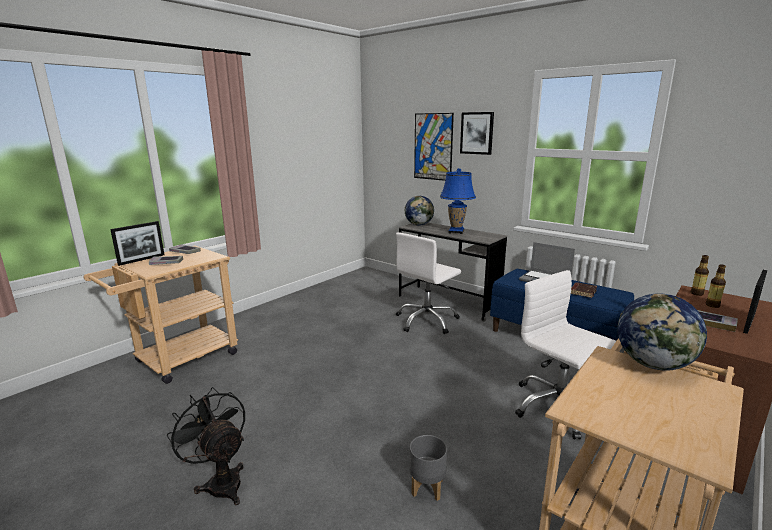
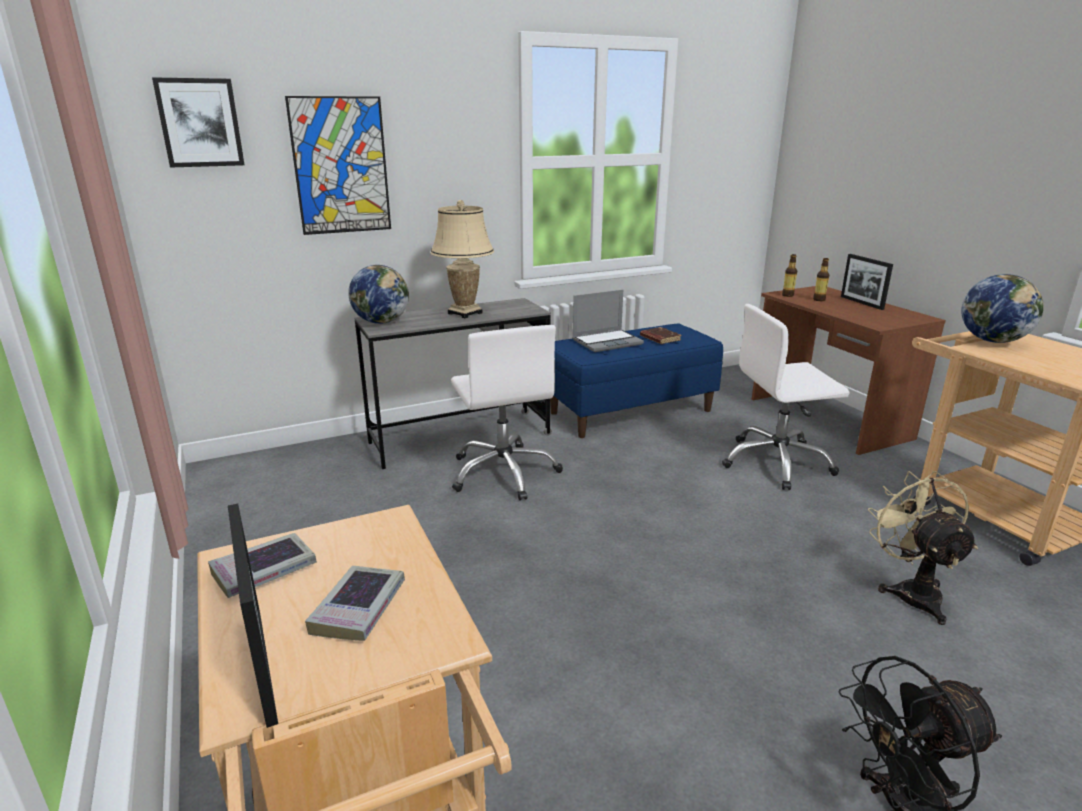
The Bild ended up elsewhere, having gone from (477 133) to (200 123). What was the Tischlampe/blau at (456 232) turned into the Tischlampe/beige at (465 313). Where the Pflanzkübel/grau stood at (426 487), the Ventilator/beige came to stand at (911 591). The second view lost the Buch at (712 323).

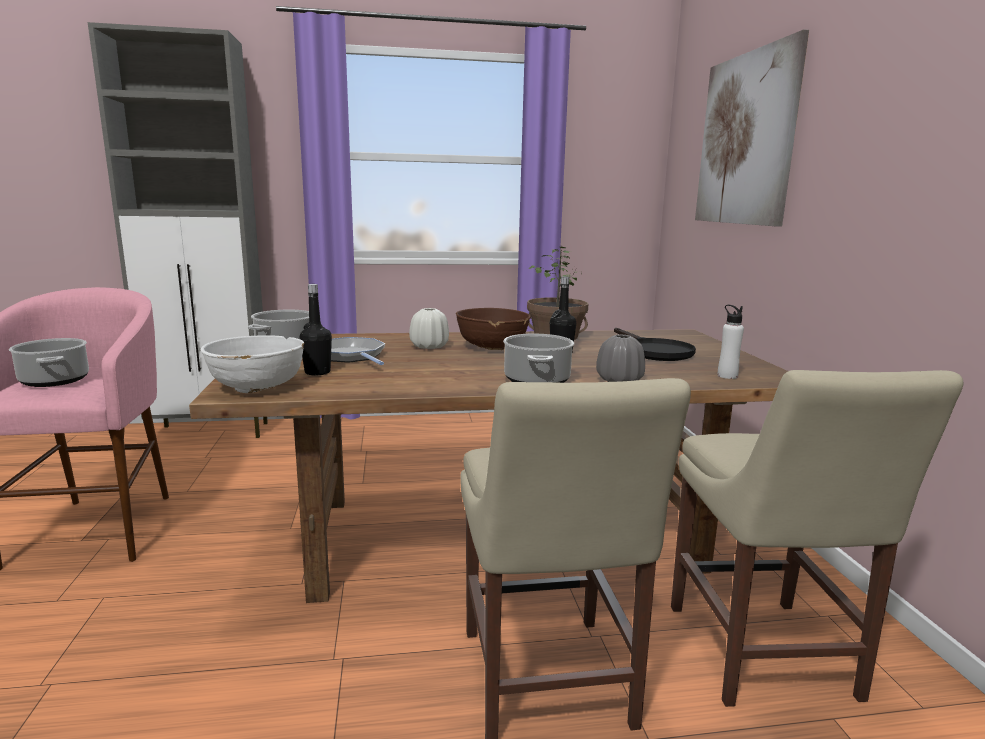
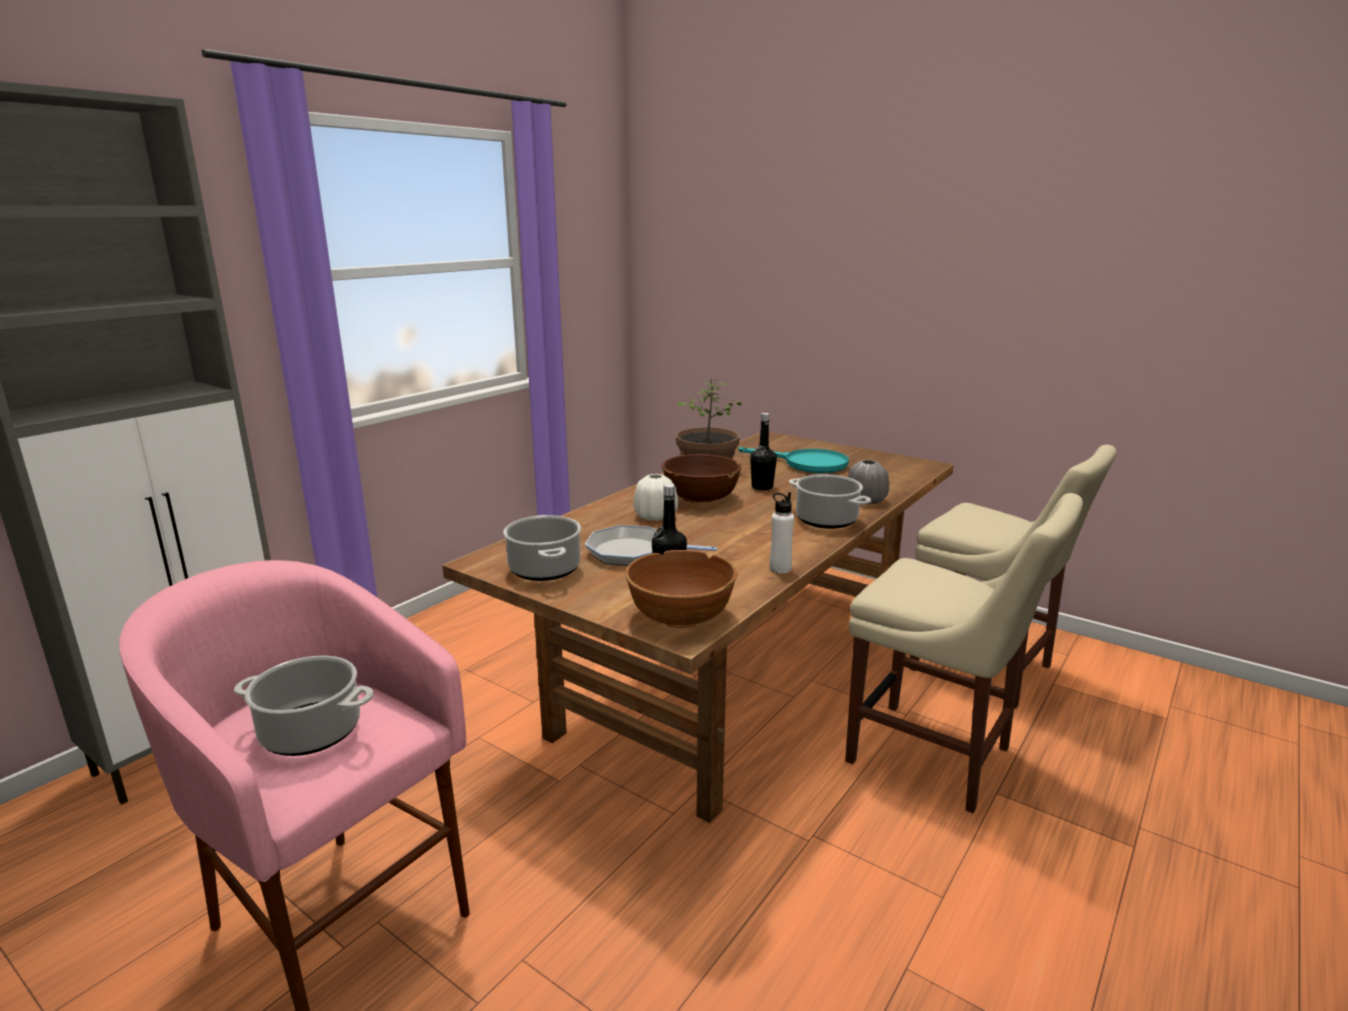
What was the Schüssel/weiß at (257 387) turned into the Schüssel/braun at (680 616). What was the Pfanne/schwarz at (653 351) turned into the Pfanne/türkis at (806 464). The Flasche/weiß ended up elsewhere, having gone from (727 376) to (780 568). The second view lost the Bild at (745 140).

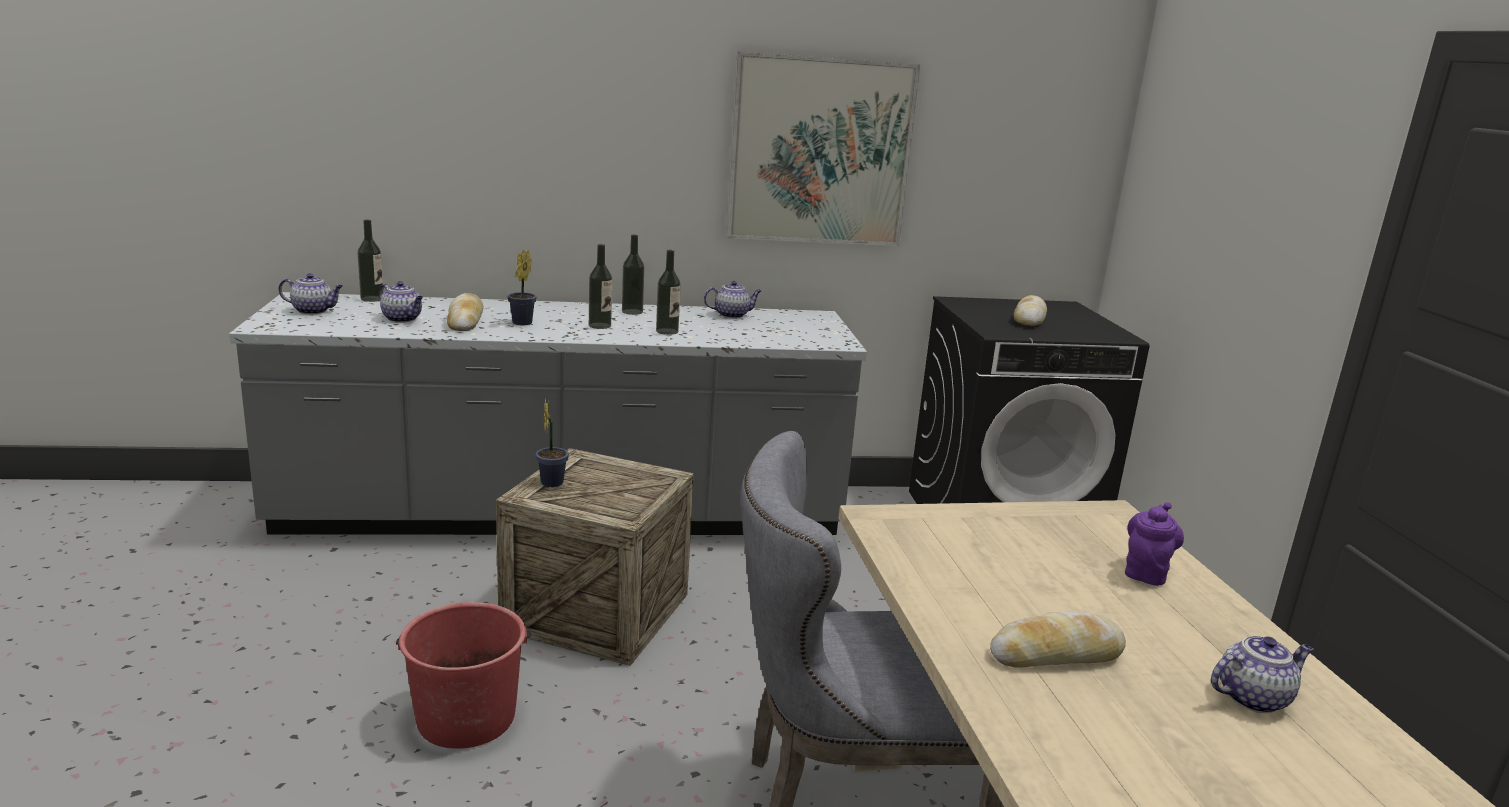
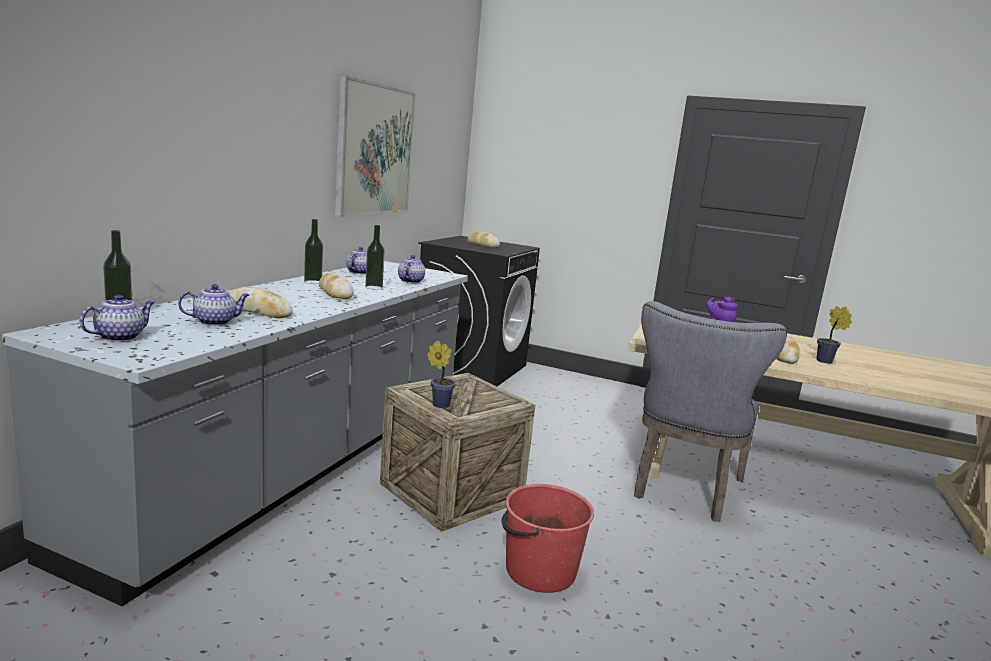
Where the Flasche stood at (599 326), the Brot came to stand at (335 293). The Teekanne ended up elsewhere, having gone from (1253 697) to (410 281). The Topfpflanze ended up elsewhere, having gone from (520 323) to (826 362).

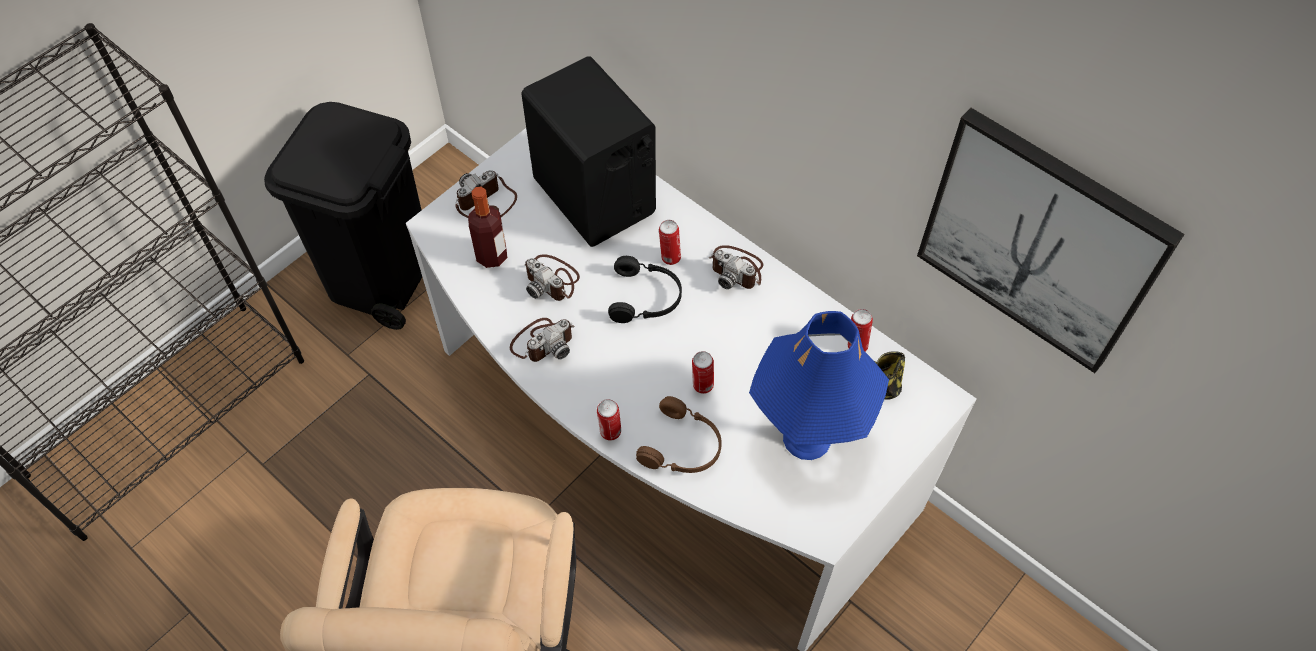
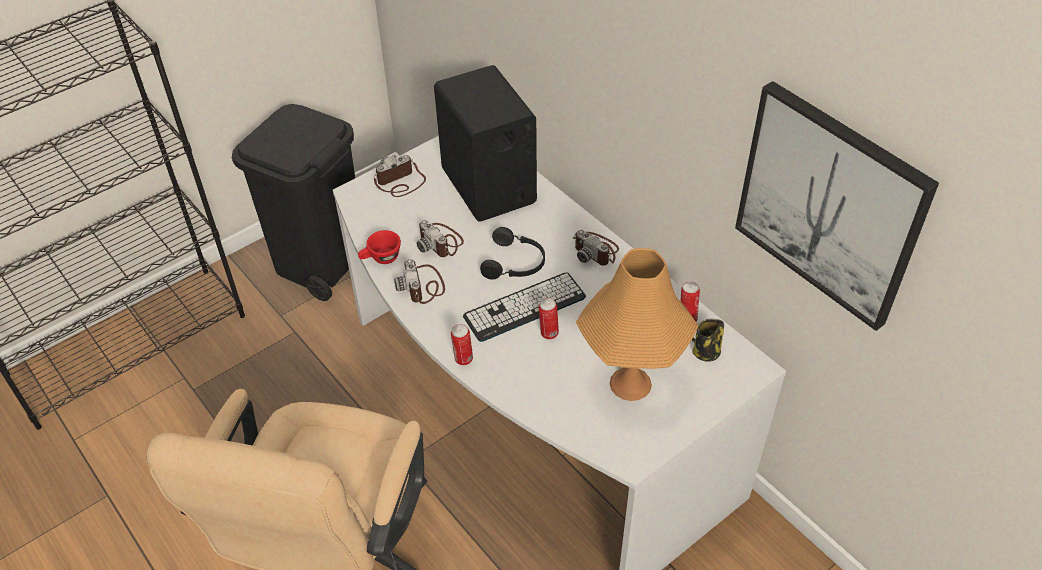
The second view gained the Tasse/rot at (381 259). The Kamera at (543 341) ended up facing another way, 105 degrees clockwise from before. The second view gained the Tastatur at (524 307). What was the Tischlampe/blau at (807 438) turned into the Tischlampe/orange at (630 383). The second view lost the Flasche at (492 256). The second view lost the Kopfhörer/braun at (683 447). The second view lost the Dose at (669 257).

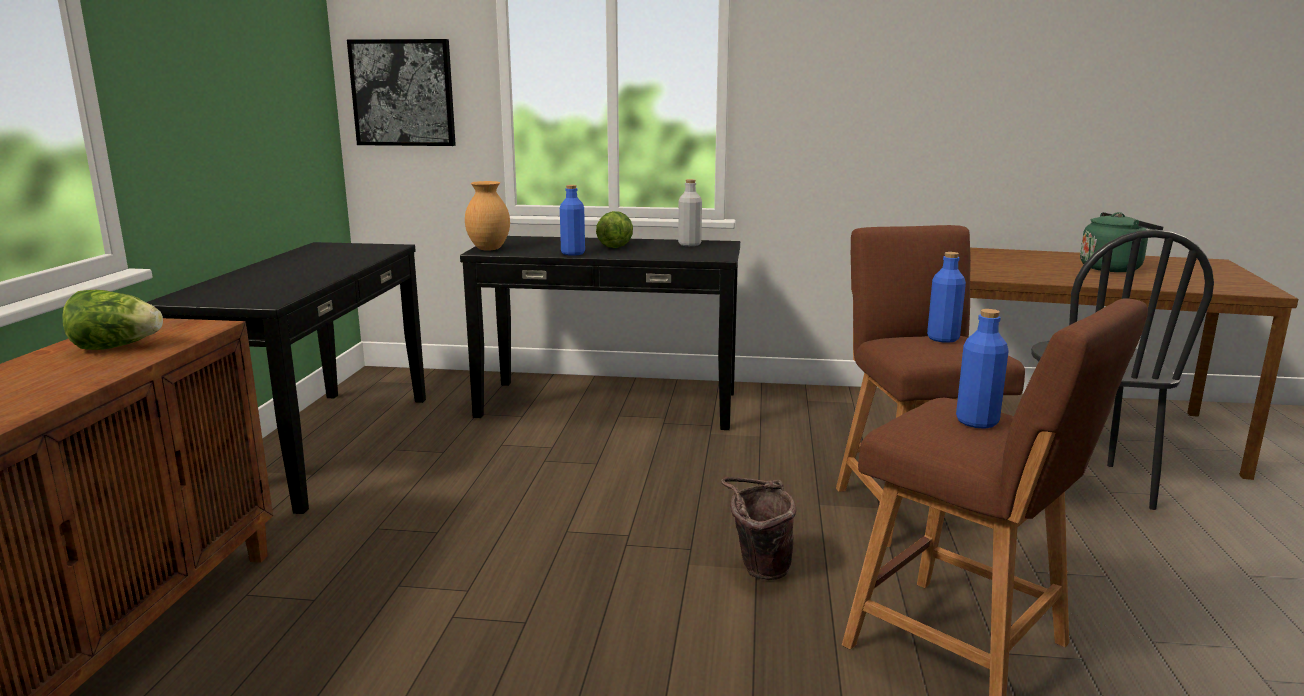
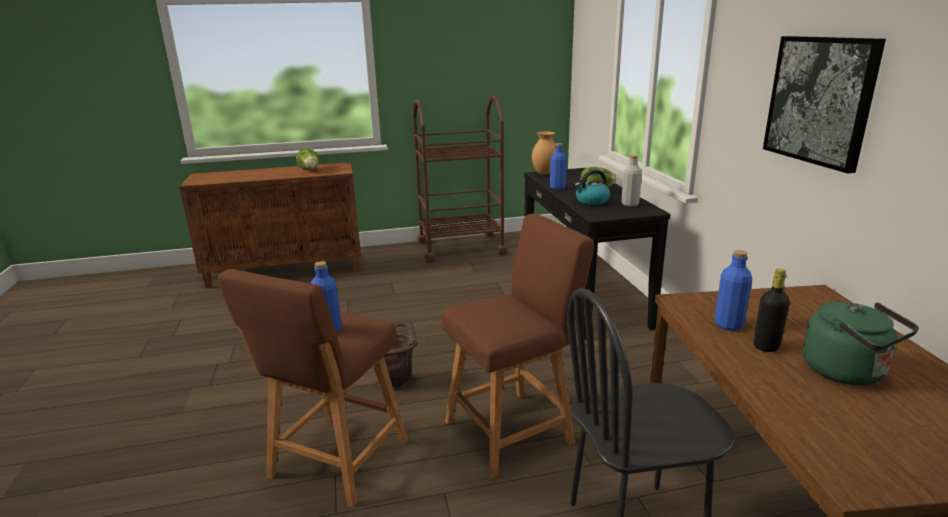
Where the Konsolentisch/schwarz stood at (317 445), the Rollwagen/braun came to stand at (461 248). The second view gained the Wasserkessel at (592 201). The Flasche/blau ended up elsewhere, having gone from (943 338) to (728 325). The second view gained the Flasche/schwarz at (766 347). The Bild ended up elsewhere, having gone from (403 93) to (820 100).

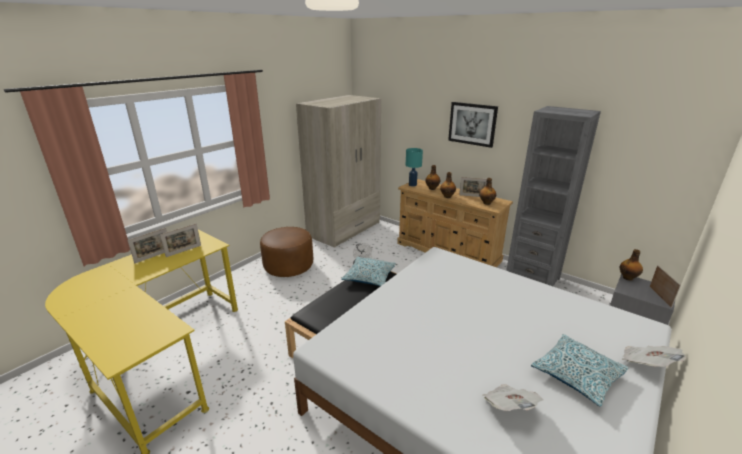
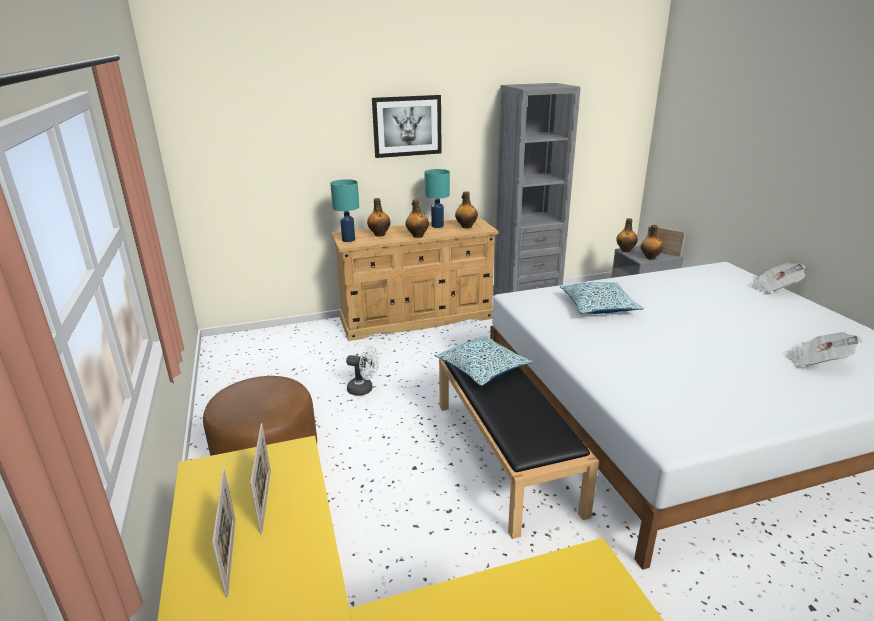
Where the Bilderrahmen stood at (472 196), the Tischlampe/türkis came to stand at (437 226). The Kissen ended up elsewhere, having gone from (577 375) to (598 306). The second view gained the Flasche at (650 257). The second view lost the Kleiderschrank/beige at (344 229).

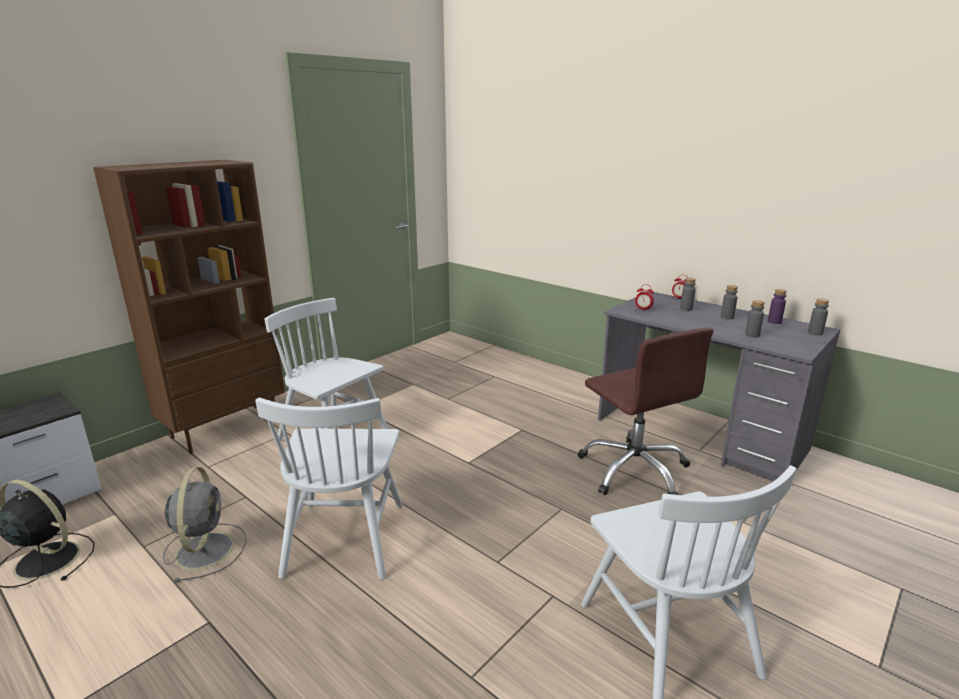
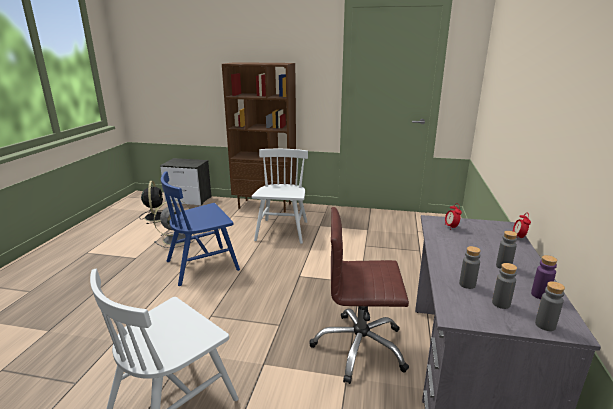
What was the Stuhl/weiß at (344 538) turned into the Stuhl/blau at (203 265). The Bürostuhl/braun at (634 470) ended up facing another way, 60 degrees clockwise from before. The Flasche/grau ended up elsewhere, having gone from (686 308) to (501 304).

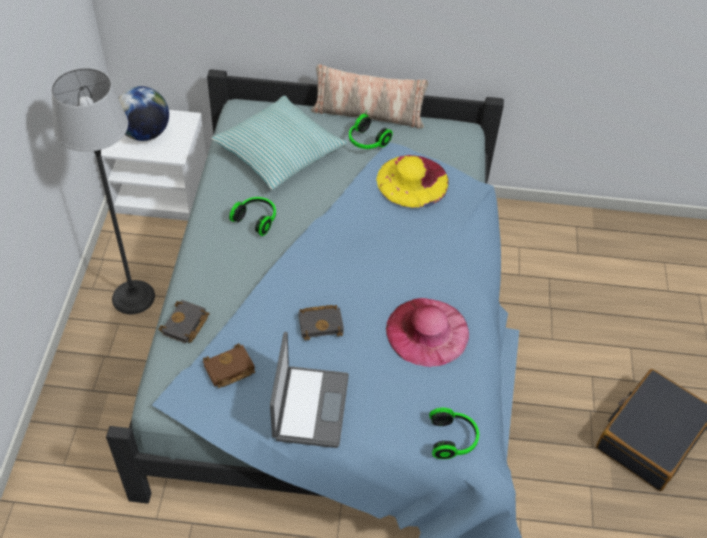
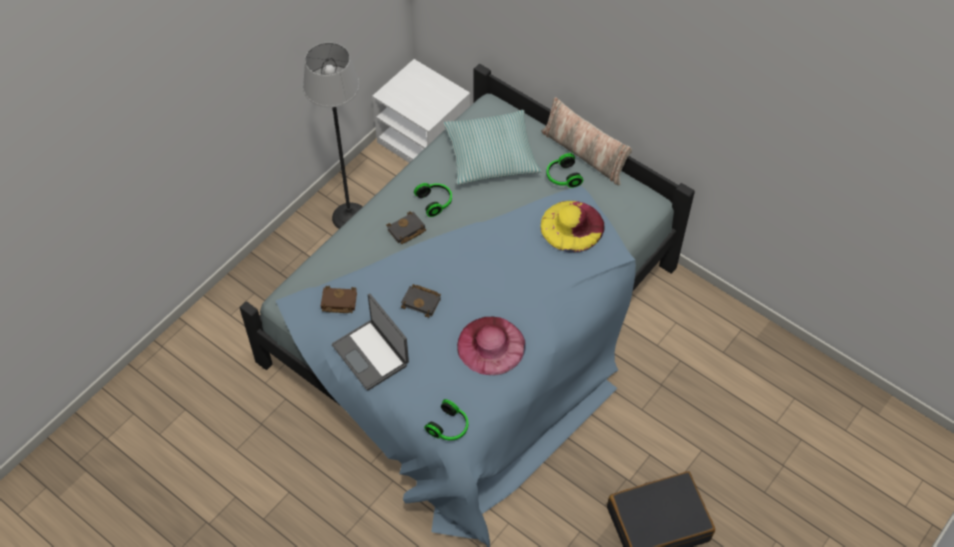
The Laptop at (309 407) ended up facing another way, 105 degrees clockwise from before. The Buch/schwarz ended up elsewhere, having gone from (185 325) to (406 231). The second view lost the Globus at (145 133).

